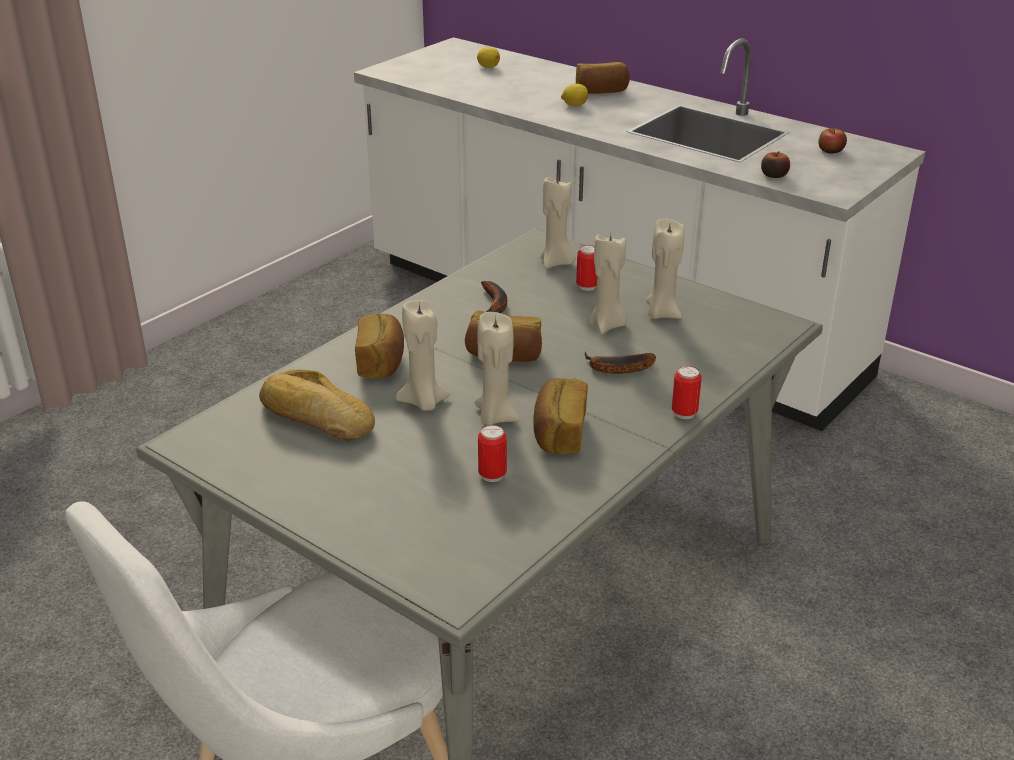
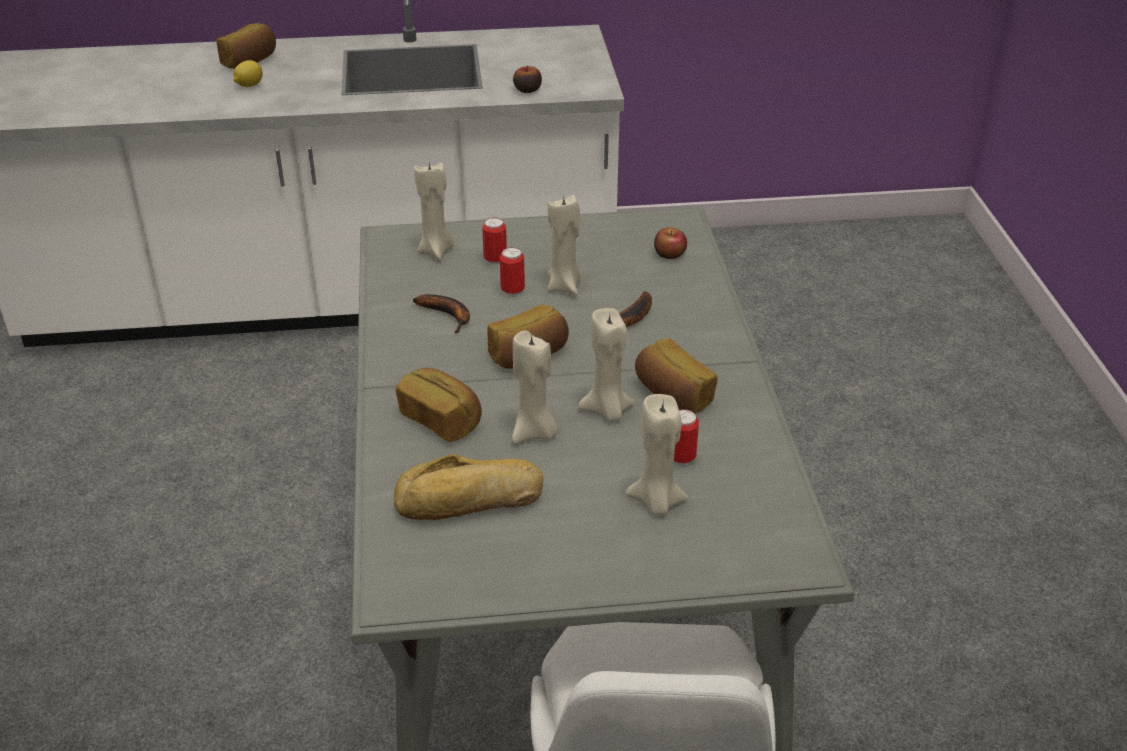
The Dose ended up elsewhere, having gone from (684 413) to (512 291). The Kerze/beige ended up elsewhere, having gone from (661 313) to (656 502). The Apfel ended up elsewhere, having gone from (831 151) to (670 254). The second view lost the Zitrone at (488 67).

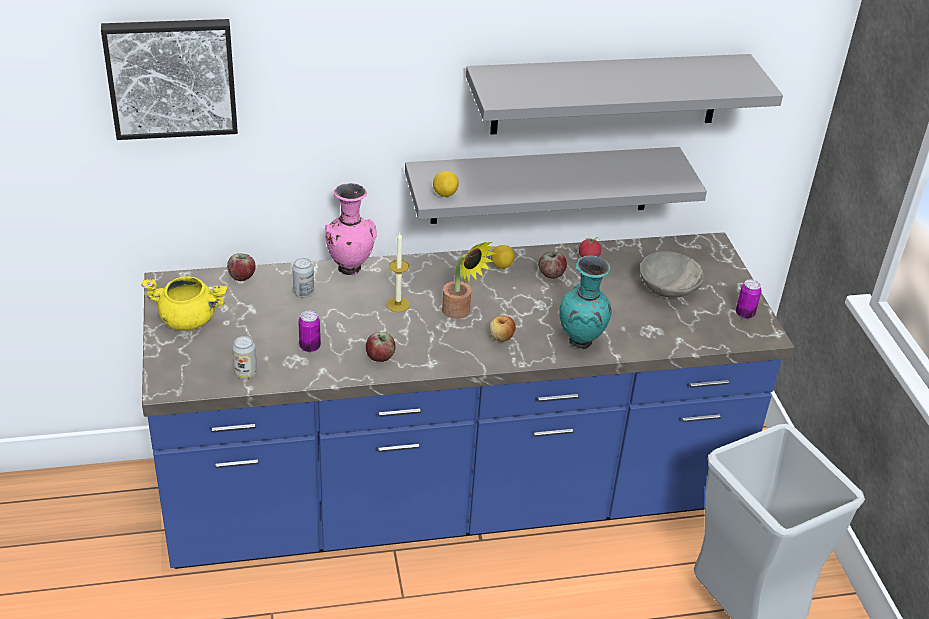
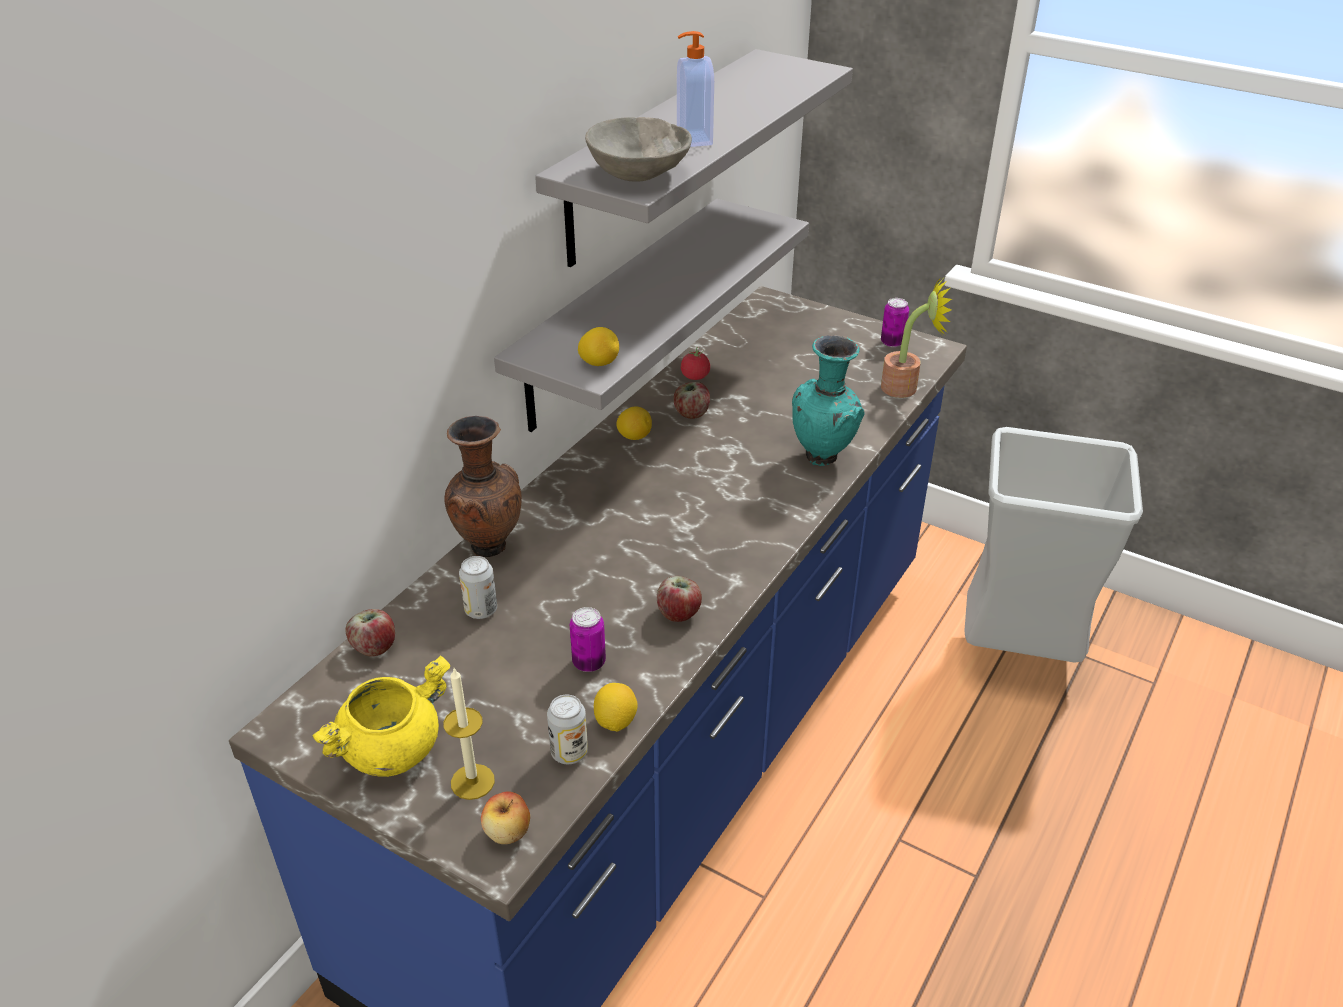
What was the Vase/rosa at (350 268) turned into the Vase/braun at (488 545). The Kerze ended up elsewhere, having gone from (398 304) to (472 781). The Apfel ended up elsewhere, having gone from (501 338) to (508 832). The Schüssel/grau ended up elsewhere, having gone from (668 289) to (637 173). The second view gained the Zitrone at (615 721). The second view gained the Seifenspender at (693 139). The Topfpflanze ended up elsewhere, having gone from (460 313) to (906 388). The second view lost the Bild at (171 77).

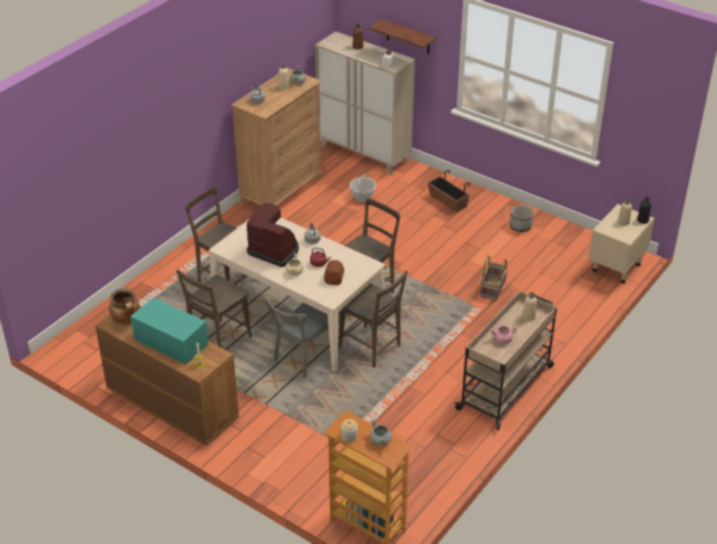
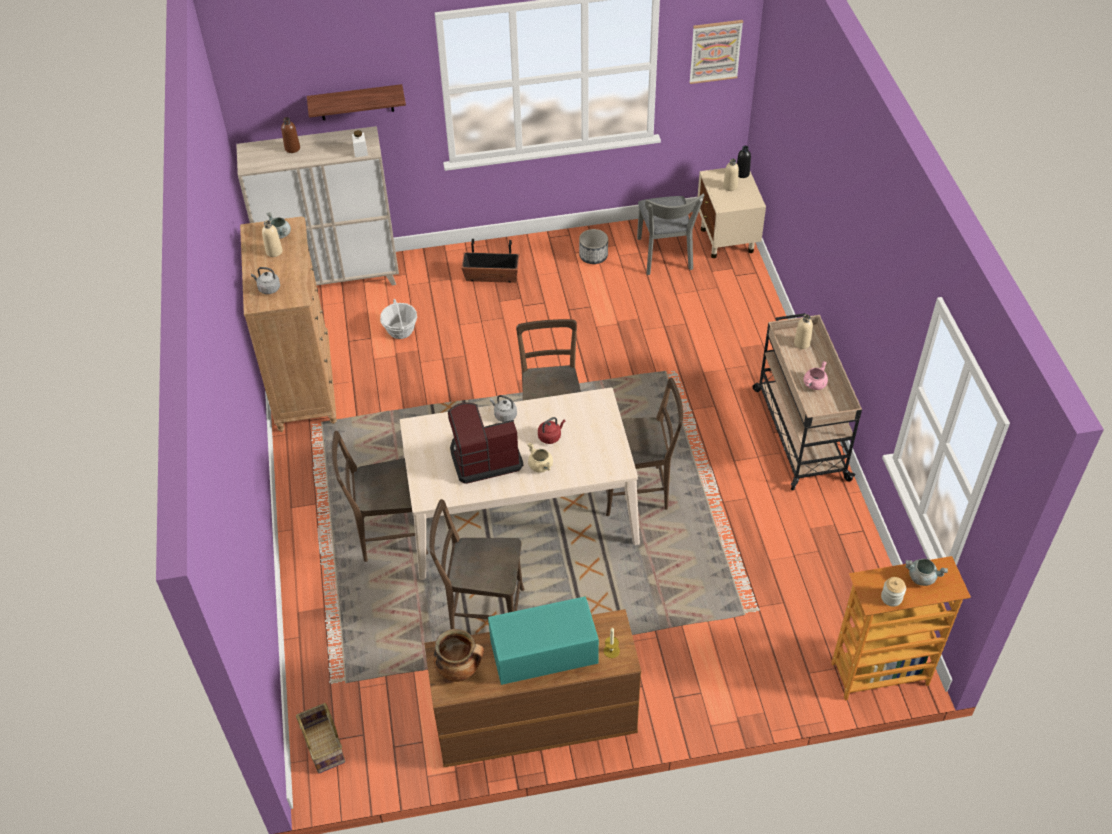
The Korb ended up elsewhere, having gone from (493 289) to (324 746). The Stuhl/braun at (218 342) ended up facing another way, 105 degrees clockwise from before. The Stuhl/grau ended up elsewhere, having gone from (301 358) to (665 257). The second view gained the Bild at (715 51). The second view lost the Brot at (334 278).

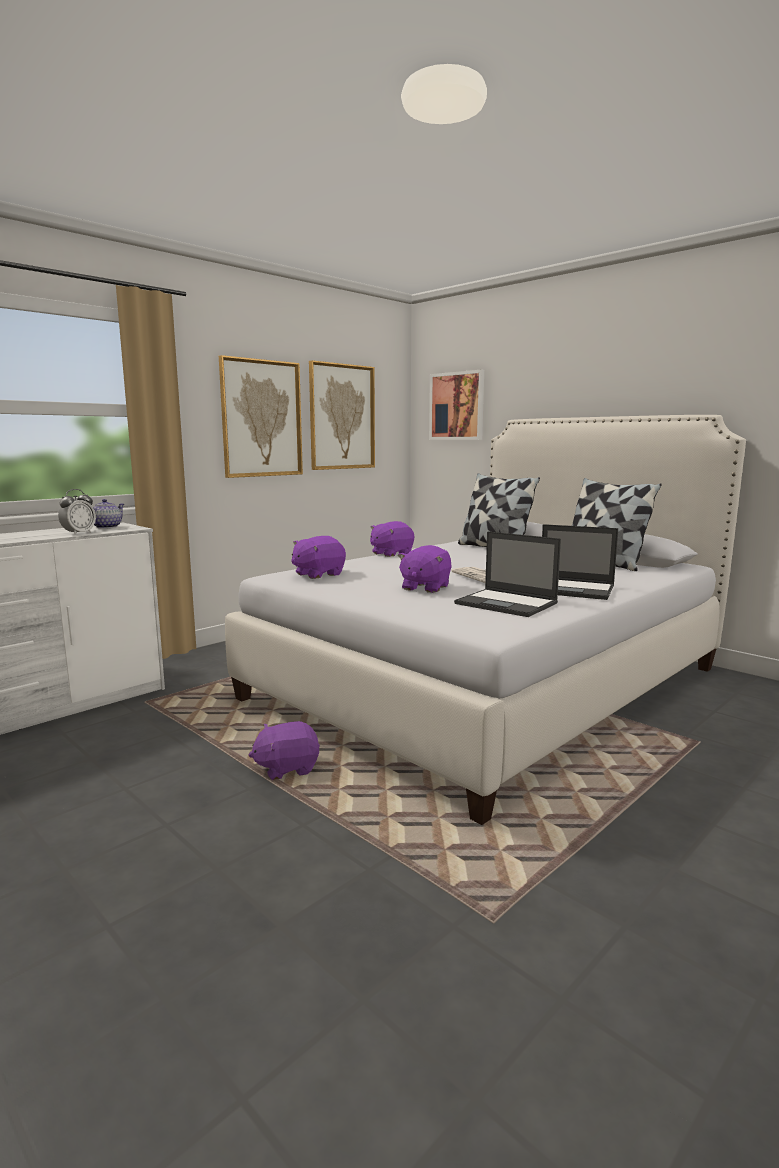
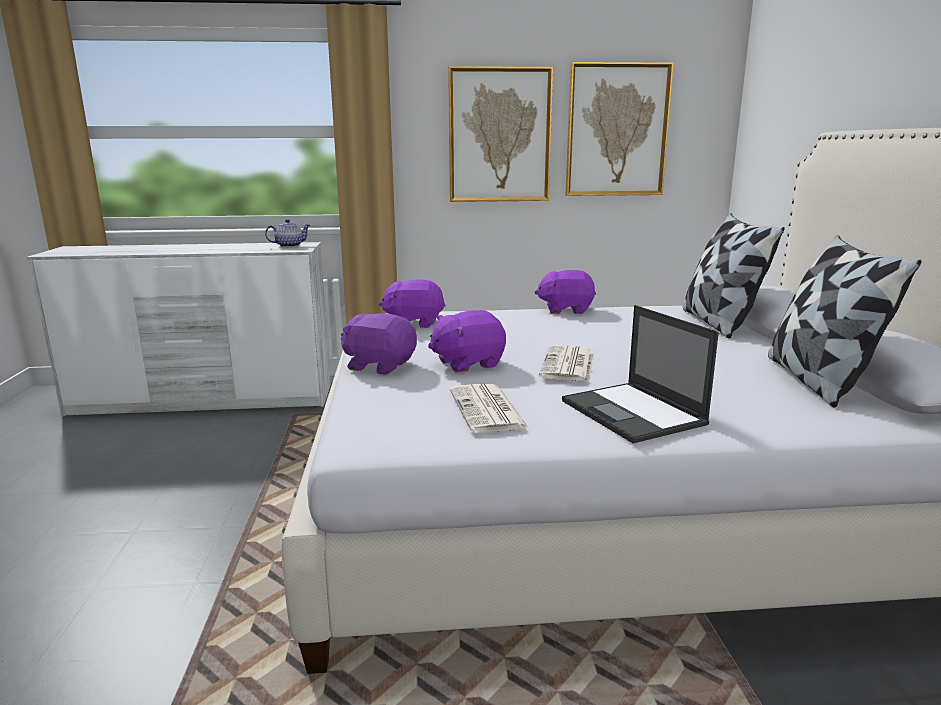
The Plüschtier/lila ended up elsewhere, having gone from (287 768) to (379 366). Where the Laptop stood at (507 603), the Zeitung came to stand at (488 410). The second view lost the Wecker at (79 533). The second view lost the Bild at (457 406).

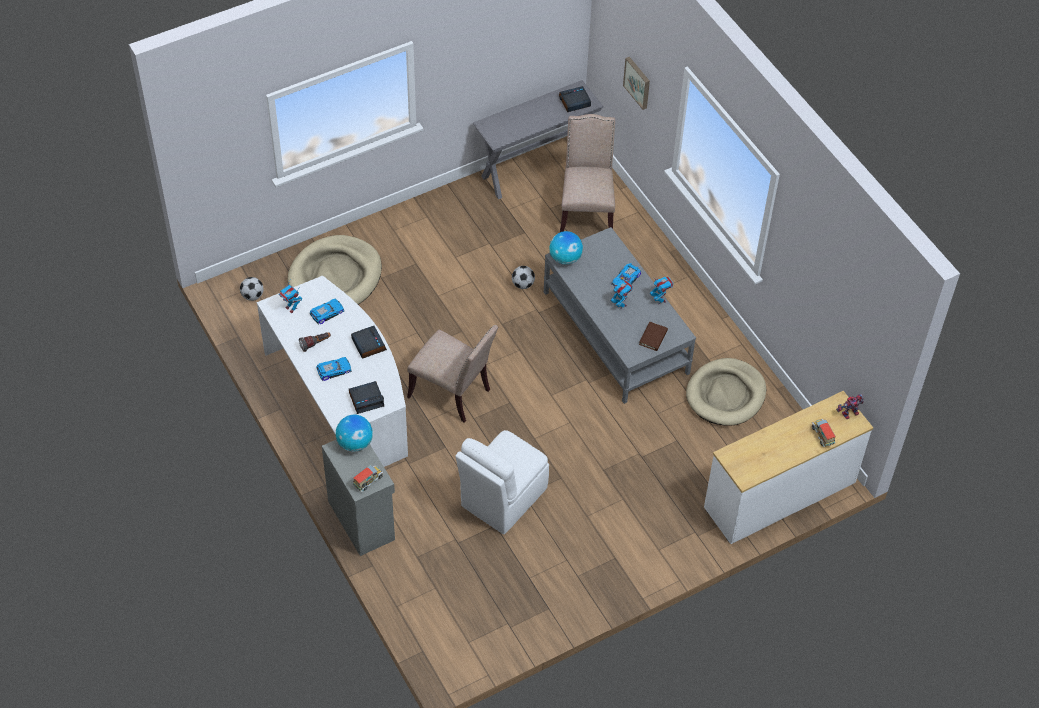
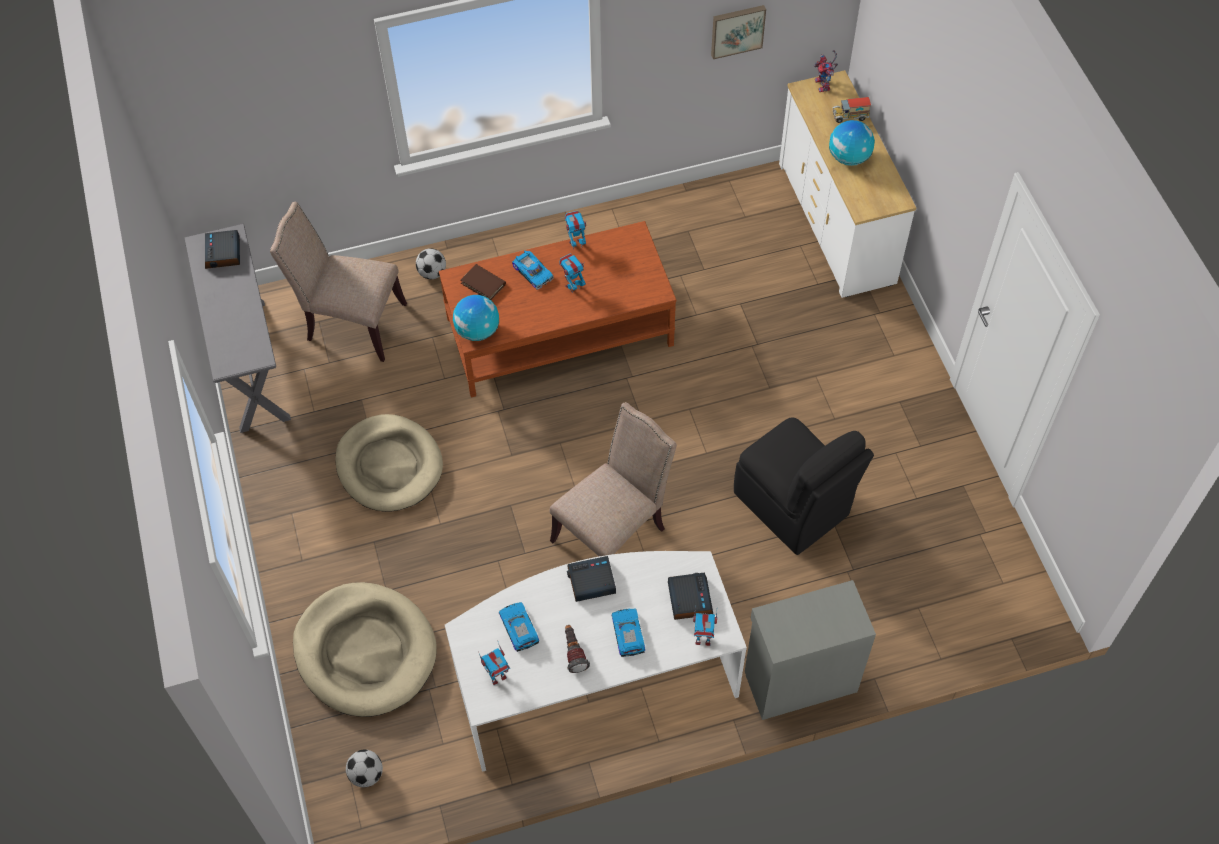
The Hundebett/beige ended up elsewhere, having gone from (726 394) to (389 465). The Fußball ended up elsewhere, having gone from (522 285) to (432 273). What was the Couchtisch/grau at (615 332) turned into the Couchtisch/braun at (560 331). The Buch/braun ended up elsewhere, having gone from (653 337) to (483 284). The second view gained the Spielzeugroboter at (703 639). The Bild ended up elsewhere, having gone from (638 82) to (737 30). What was the Stuhl/weiß at (502 498) turned into the Stuhl/schwarz at (793 506). The Globus ended up elsewhere, having gone from (355 443) to (849 157). The second view lost the Spielzeuglaster at (368 481).

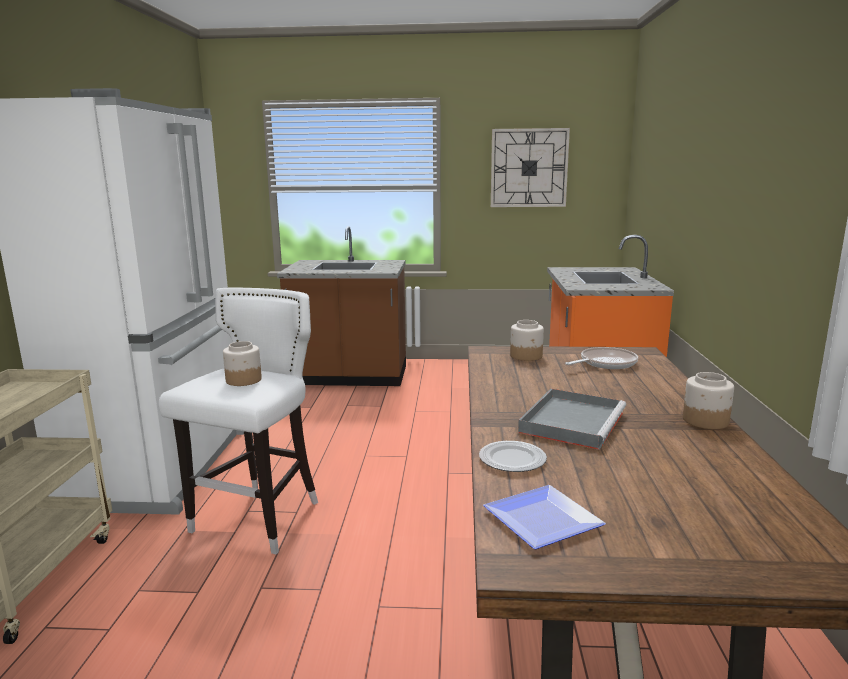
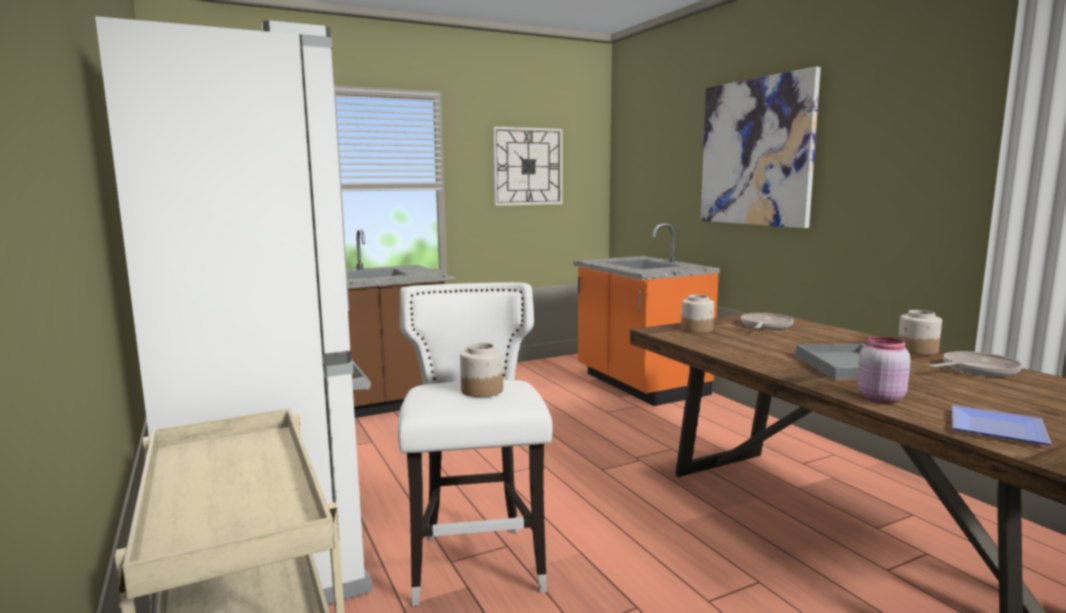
The second view gained the Bild at (756 152). Where the Teller stood at (512 459), the Vorratsglas/rosa came to stand at (879 398). The second view gained the Pfanne at (976 370).

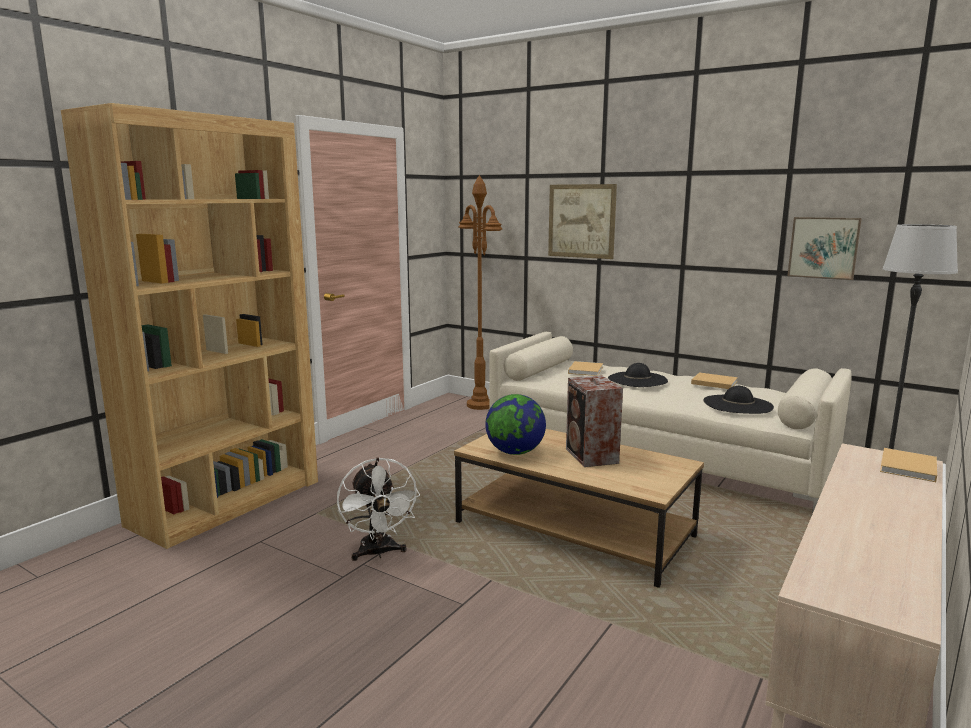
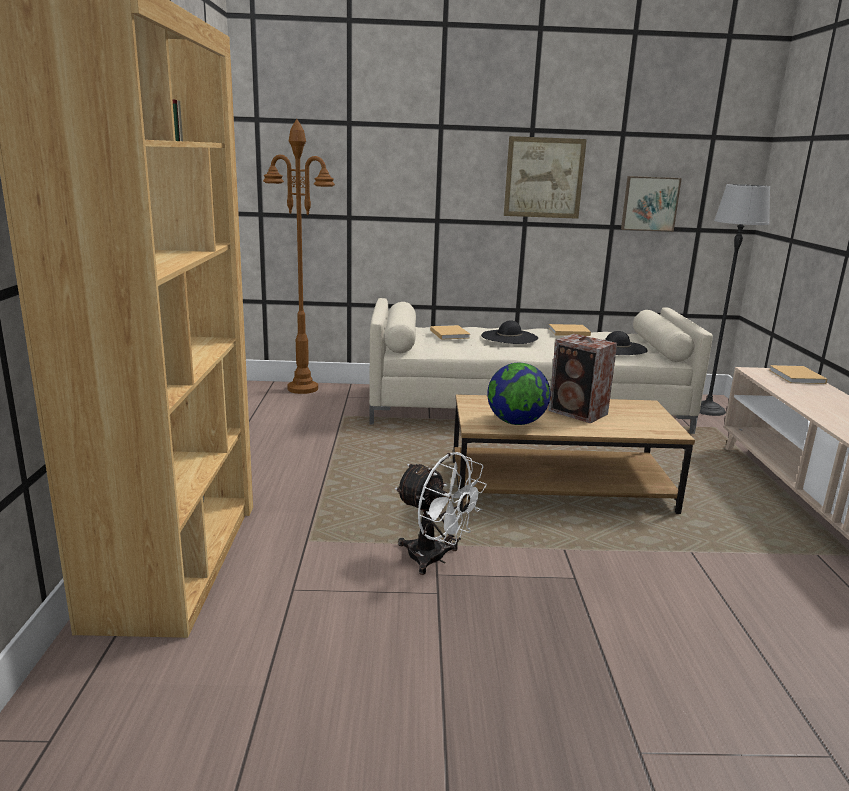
The Bild ended up elsewhere, having gone from (581 221) to (544 178).

